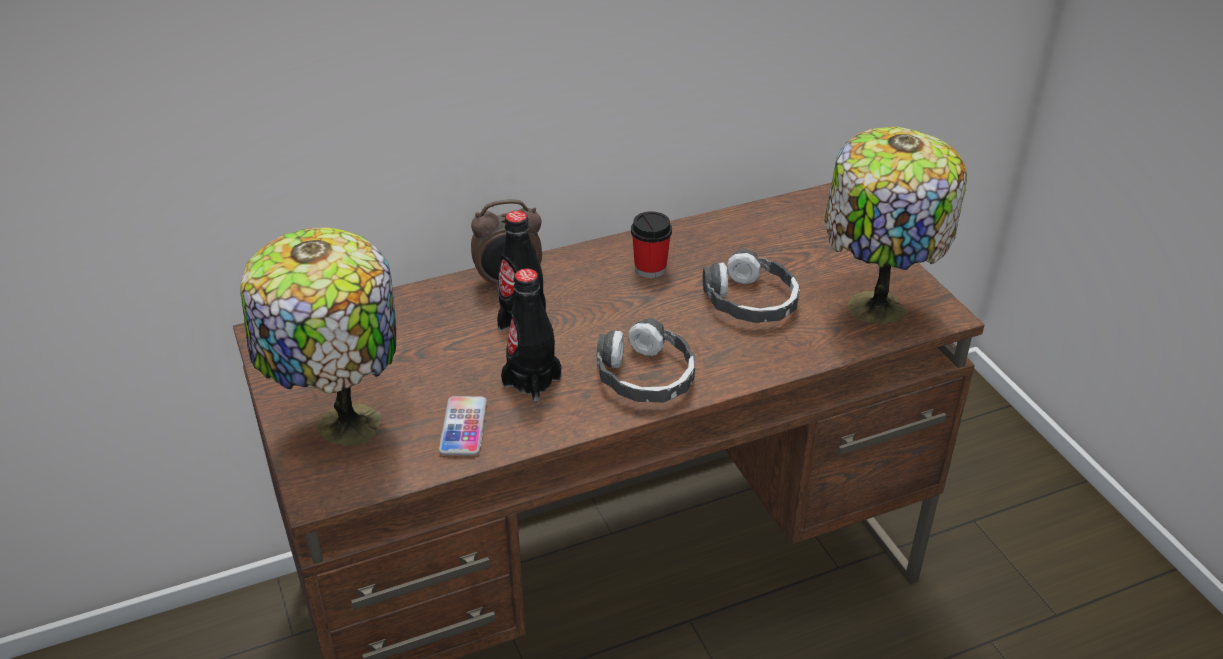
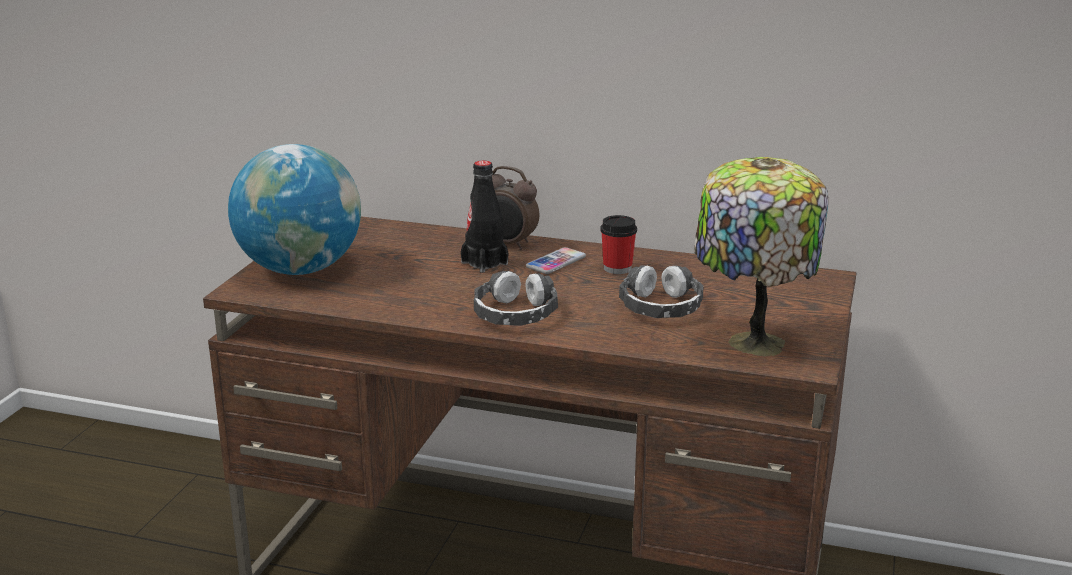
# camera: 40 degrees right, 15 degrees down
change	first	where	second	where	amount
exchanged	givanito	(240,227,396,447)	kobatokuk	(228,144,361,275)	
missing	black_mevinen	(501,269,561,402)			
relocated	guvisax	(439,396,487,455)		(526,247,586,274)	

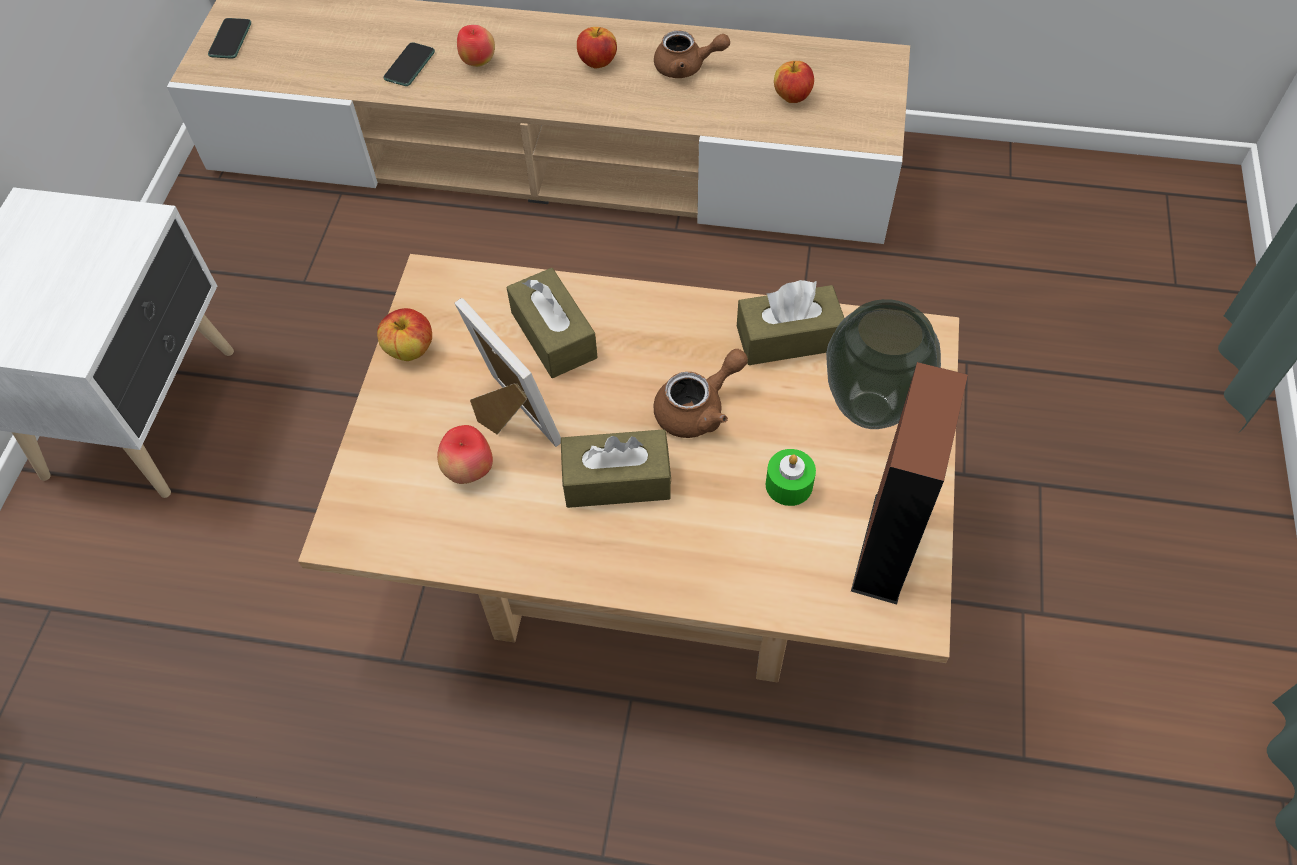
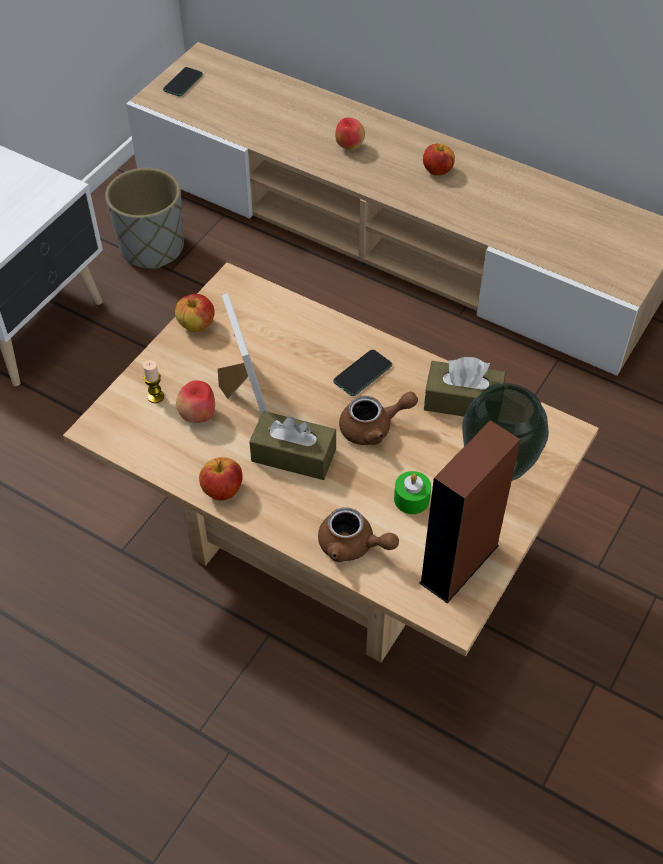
# camera: 20 degrees right, 5 degrees down
change	first	where	second	where	amount
relocated	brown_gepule	(654,31,730,78)		(318,507,399,562)	
relocated	guvisax	(383,42,435,86)		(333,350,392,396)	
relocated	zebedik	(774,61,814,103)		(199,457,243,500)	
missing	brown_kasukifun	(507,268,597,378)			
appeared			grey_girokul	(105,168,184,270)	
appeared			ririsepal	(143,360,164,403)	

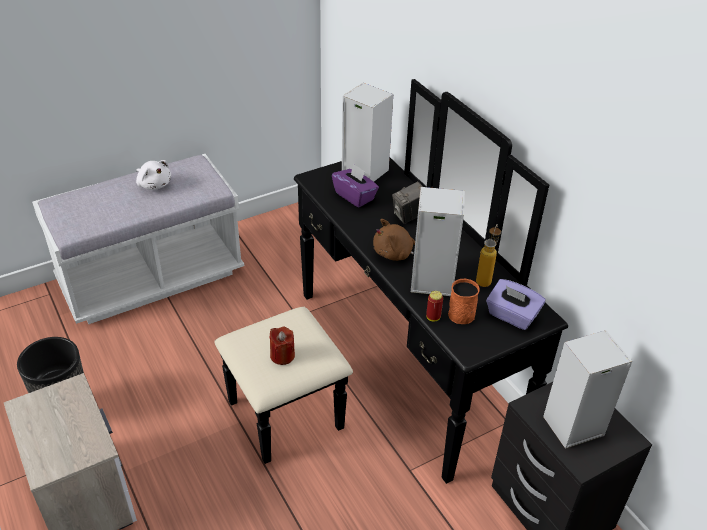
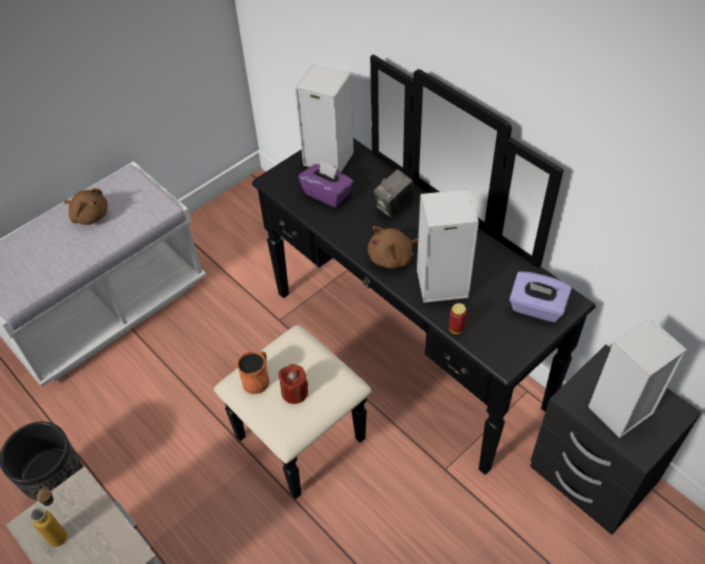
# camera: 10 degrees left, 10 degrees up
change	first	where	second	where	amount
colour	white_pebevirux	(136,160,171,190)	brown_pebevirux	(64,188,108,225)	
relocated	mevinen	(476,224,501,287)		(30,486,67,547)	
relocated	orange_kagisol	(448,279,480,324)		(237,351,269,394)	

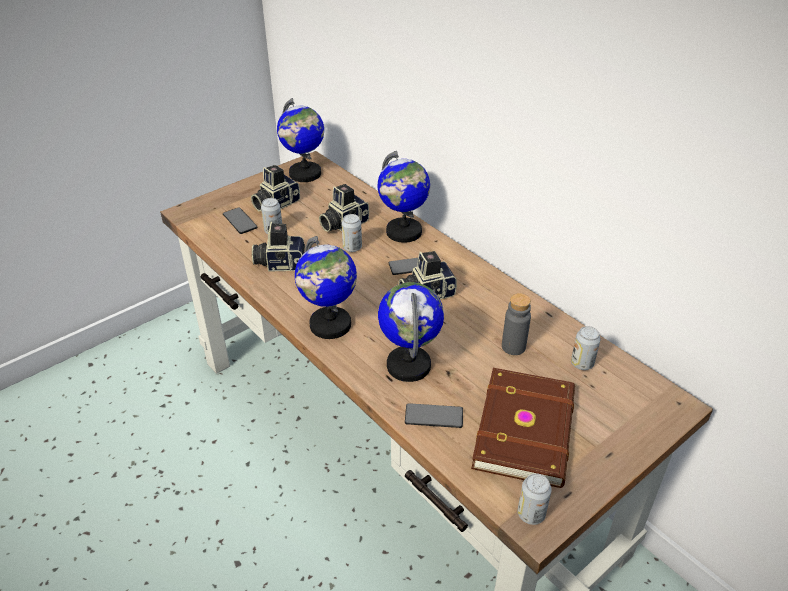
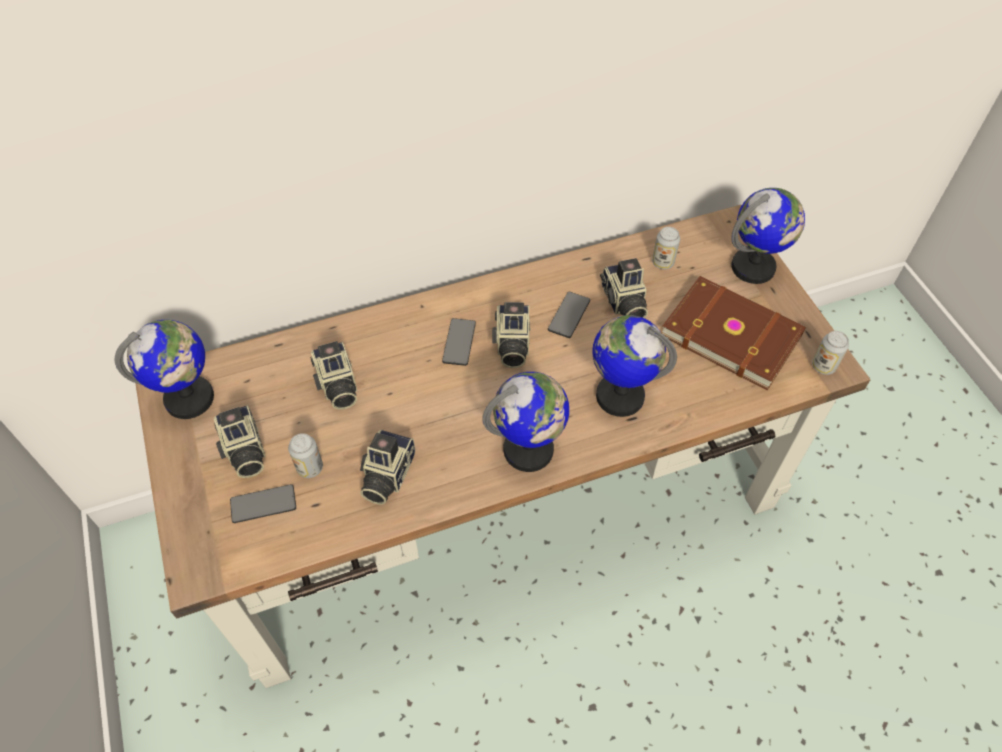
# camera: 70 degrees left, 15 degrees up
change	first	where	second	where	amount
relocated	kobatokuk	(378,151,430,243)		(731,188,805,284)	
missing	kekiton	(342,214,362,252)			
exchanged	grey_mevinen	(502,293,531,355)	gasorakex	(600,258,648,318)	
relocated	guvisax	(405,403,463,428)		(548,292,590,338)	

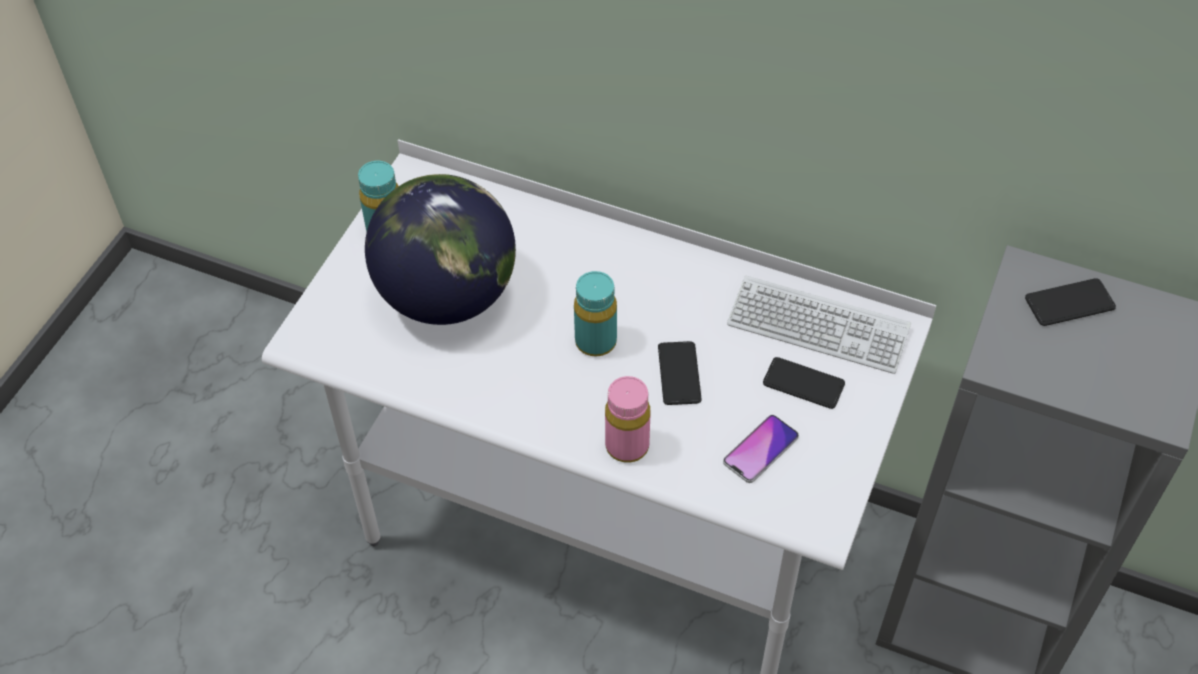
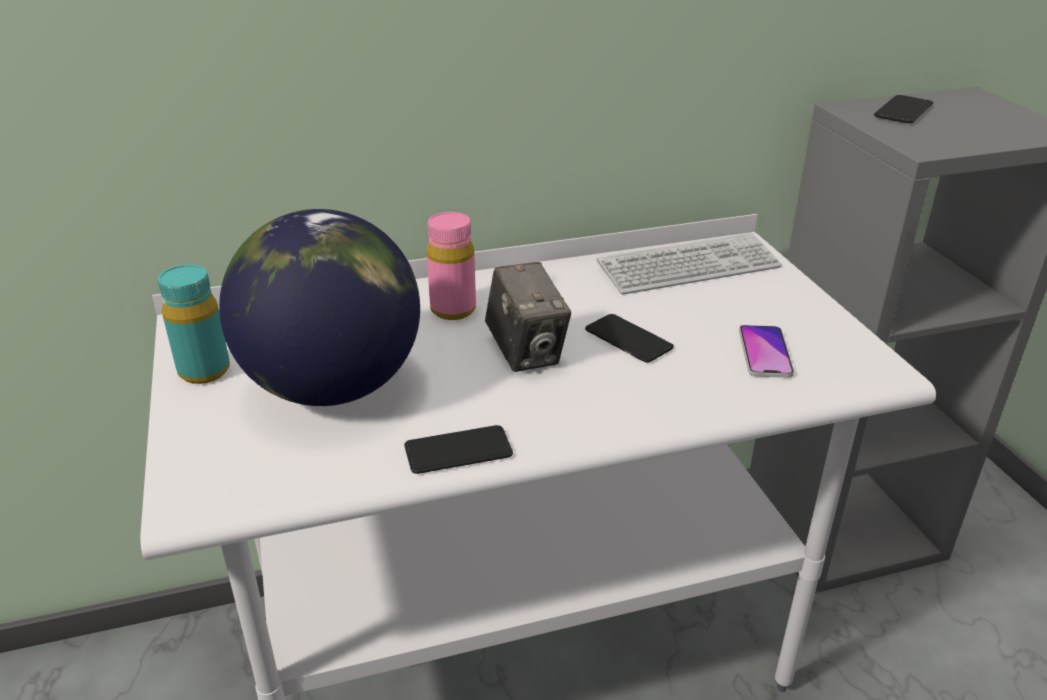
# camera: 40 degrees left, 20 degrees down
change	first	where	second	where	amount
exchanged	turquoise_mevinen	(574,271,617,357)	gasorakex	(485,262,571,372)	
relocated	guvisax	(763,357,845,409)		(404,425,513,474)	
relocated	pink_mevinen	(605,376,650,463)		(427,212,476,320)	

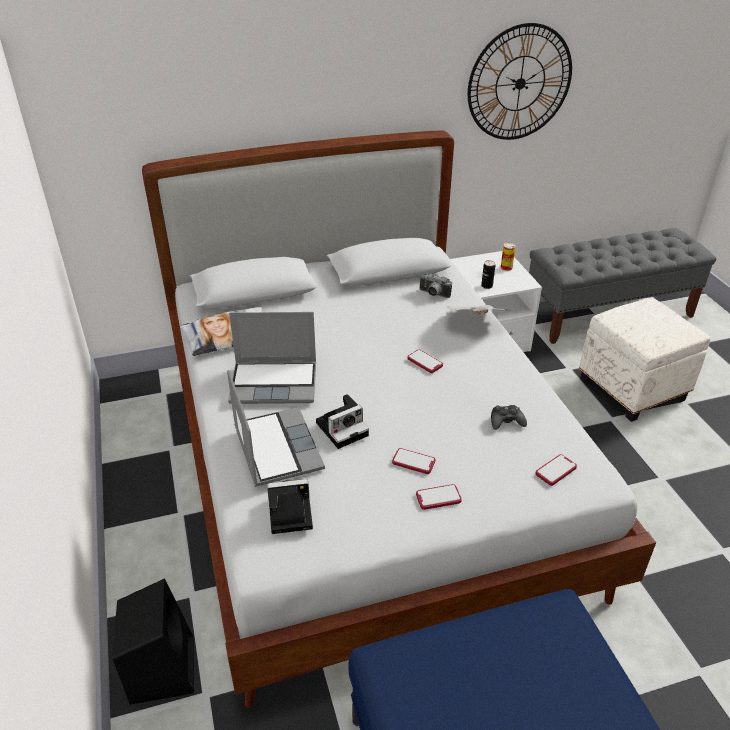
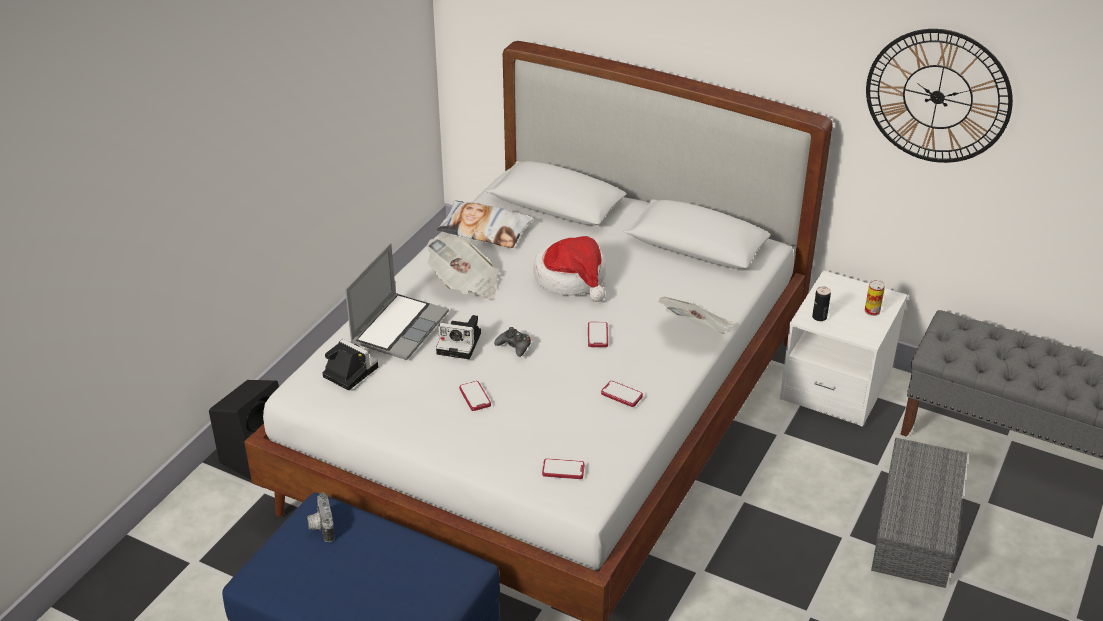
# camera: 45 degrees right, 0 degrees up
change	first	where	second	where	amount
relocated	gasorakex	(419,271,452,298)		(307,492,334,542)	
exchanged	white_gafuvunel	(579,298,710,422)	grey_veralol	(871,437,967,588)	
exchanged	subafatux	(228,312,316,404)	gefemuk	(427,236,499,299)	
relocated	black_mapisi	(491,405,527,430)		(494,327,531,357)	
relocated	guvisax	(416,484,462,510)		(601,381,643,407)	
appeared			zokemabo	(534,236,606,302)	

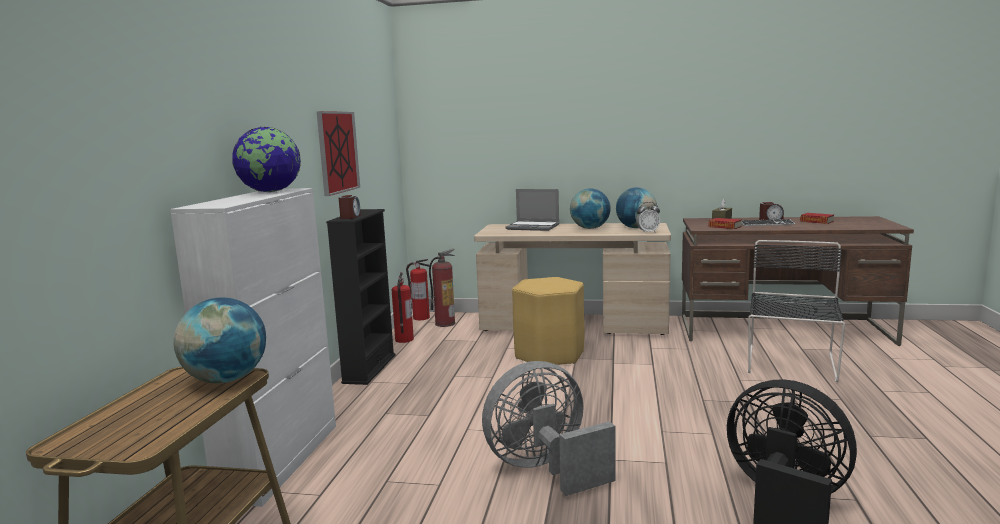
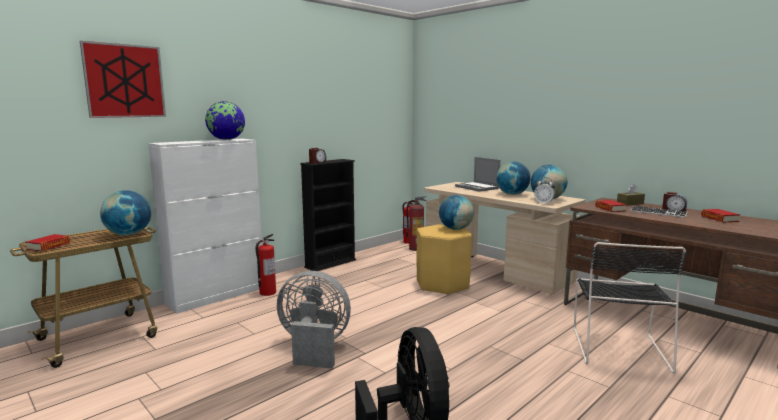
# camera: 35 degrees right, 0 degrees up
change	first	where	second	where	amount
relocated	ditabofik	(317,111,360,196)		(80,41,166,118)	
spun	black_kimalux	(748,240,845,382)		(574,242,686,374)	135 degrees clockwise
relocated	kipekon	(391,272,414,343)		(255,234,276,296)	
appeared			kobatokuk	(439,195,474,230)	
appeared			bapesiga	(26,234,70,251)	

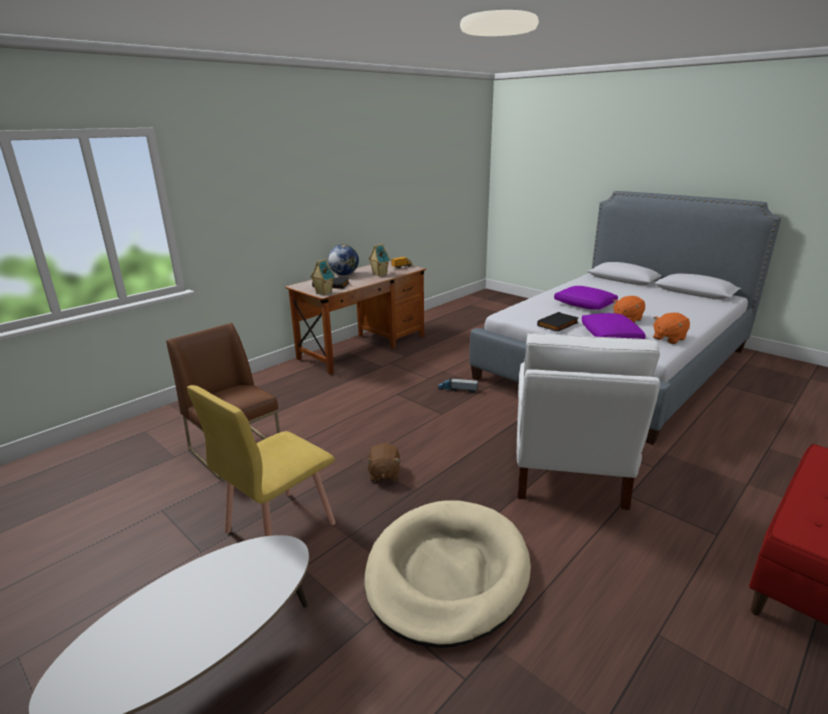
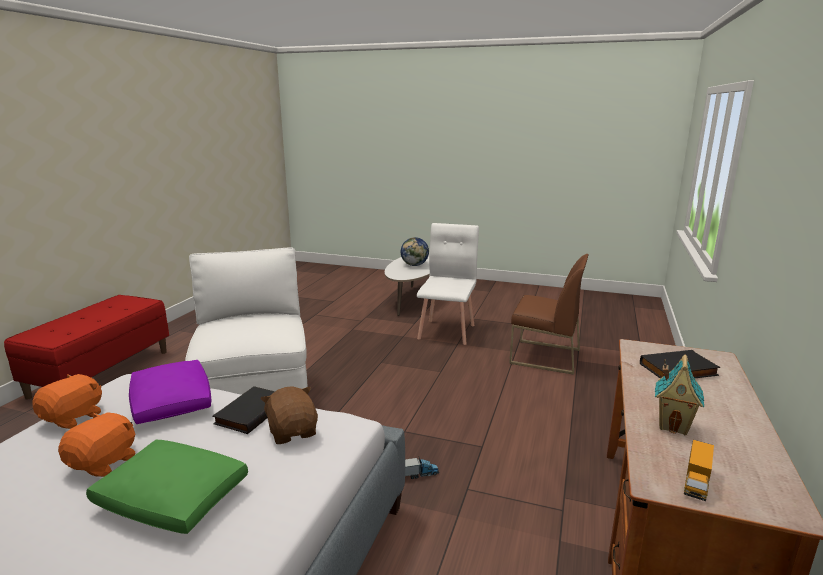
# camera: 155 degrees right, 5 degrees down
change	first	where	second	where	amount
relocated	kobatokuk	(328,244,359,275)		(401,237,429,266)	
missing	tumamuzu	(310,259,335,295)			
colour	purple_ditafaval	(554,286,618,310)	green_ditafaval	(86,440,248,534)	
colour	yellow_kimalux	(187,385,335,536)	white_kimalux	(417,223,479,345)	
relocated	brown_pebevirux	(366,443,401,482)		(261,386,318,444)	
missing	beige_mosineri	(364,501,531,648)			

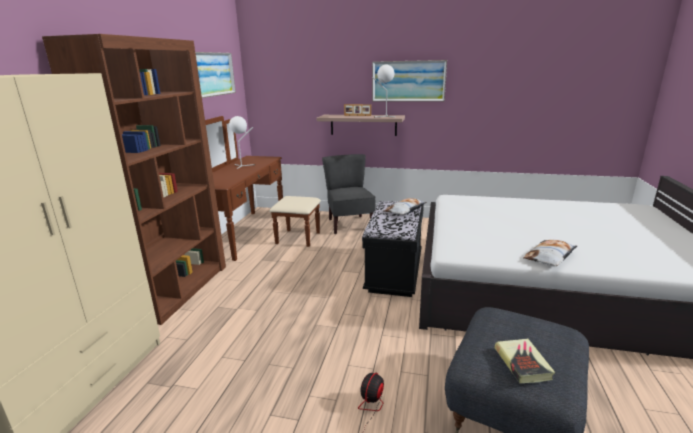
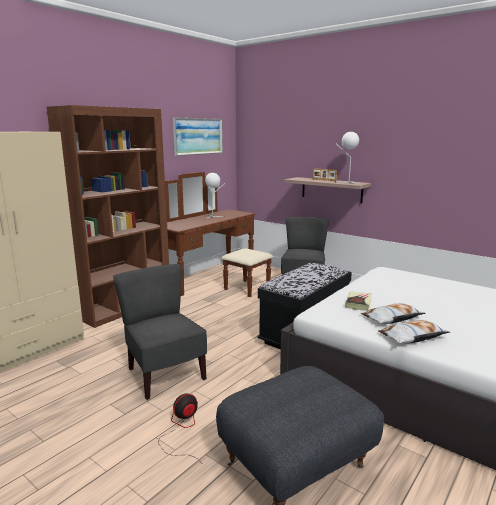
# camera: 25 degrees right, 5 degrees down
change	first	where	second	where	amount
missing	ditabofik	(372,60,447,102)			
relocated	ditafaval	(383,198,427,215)		(361,303,426,324)	
relocated	bapesiga	(495,339,555,383)		(345,291,372,311)	
appeared			grey_kimalux	(113,264,207,400)	

